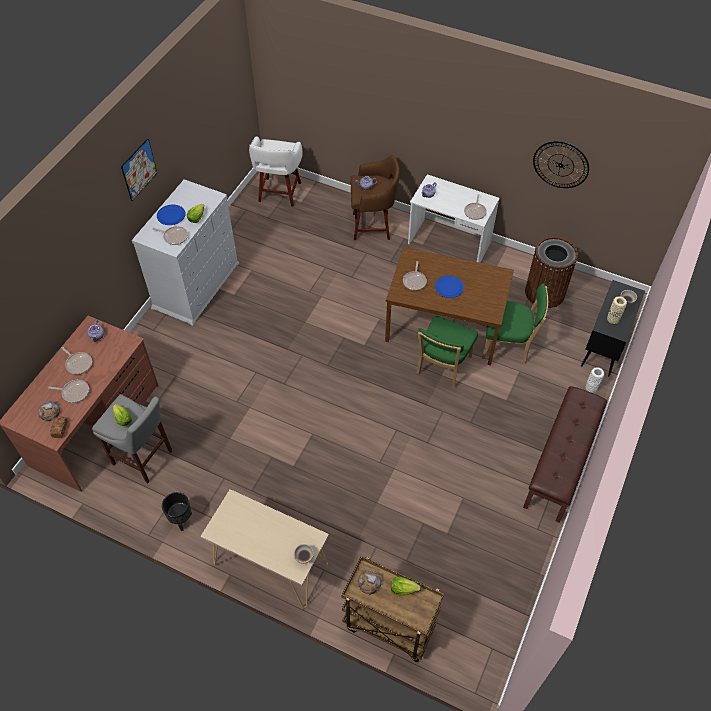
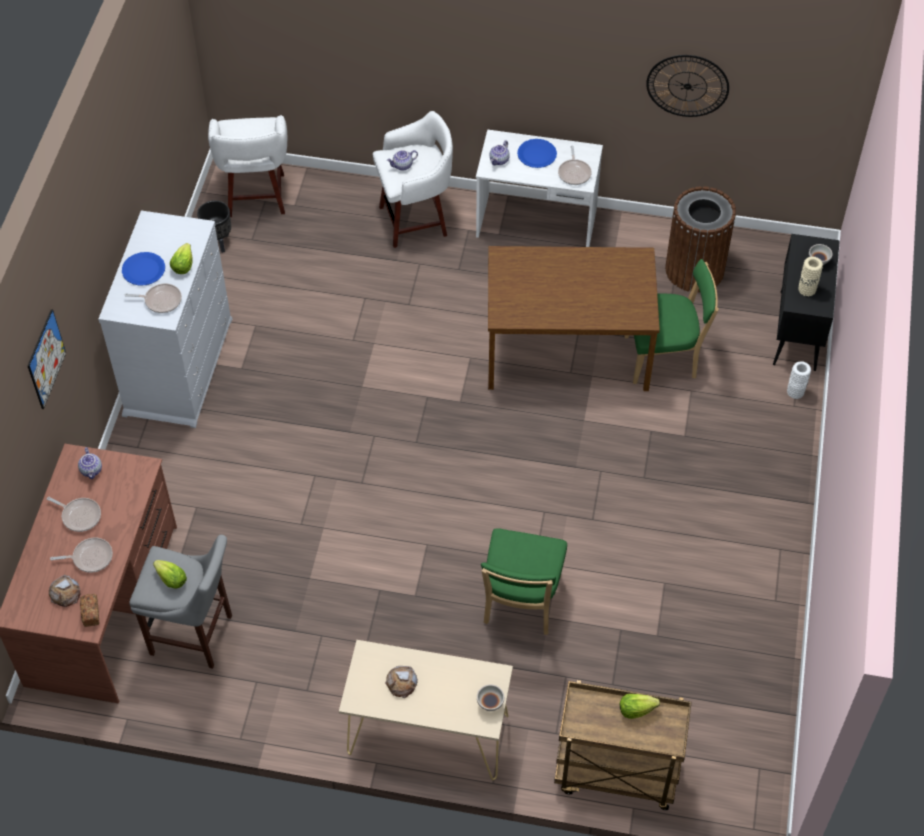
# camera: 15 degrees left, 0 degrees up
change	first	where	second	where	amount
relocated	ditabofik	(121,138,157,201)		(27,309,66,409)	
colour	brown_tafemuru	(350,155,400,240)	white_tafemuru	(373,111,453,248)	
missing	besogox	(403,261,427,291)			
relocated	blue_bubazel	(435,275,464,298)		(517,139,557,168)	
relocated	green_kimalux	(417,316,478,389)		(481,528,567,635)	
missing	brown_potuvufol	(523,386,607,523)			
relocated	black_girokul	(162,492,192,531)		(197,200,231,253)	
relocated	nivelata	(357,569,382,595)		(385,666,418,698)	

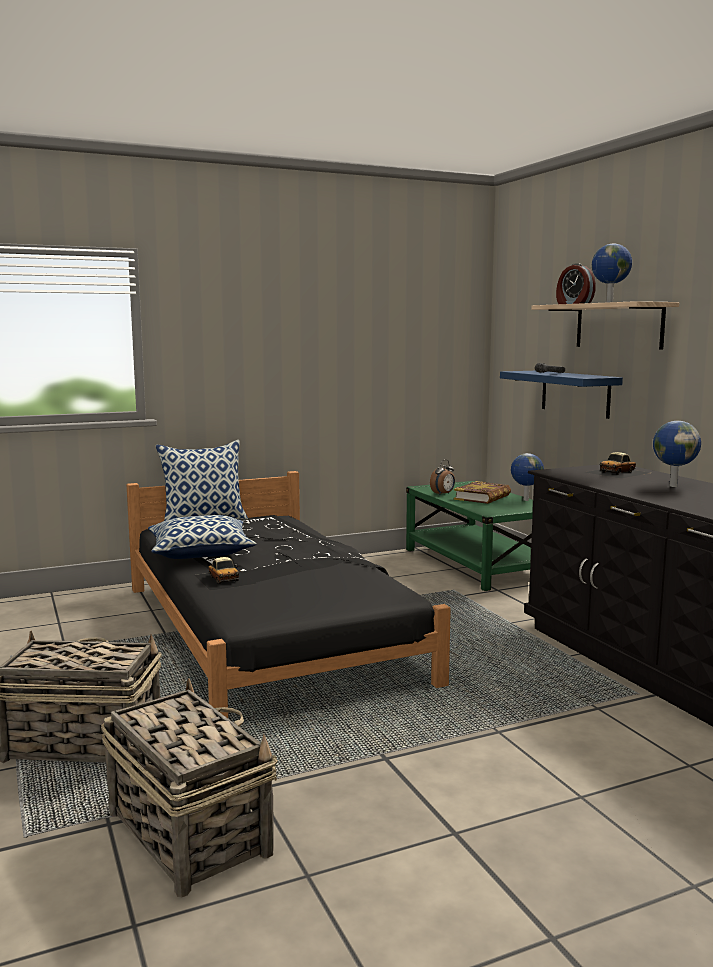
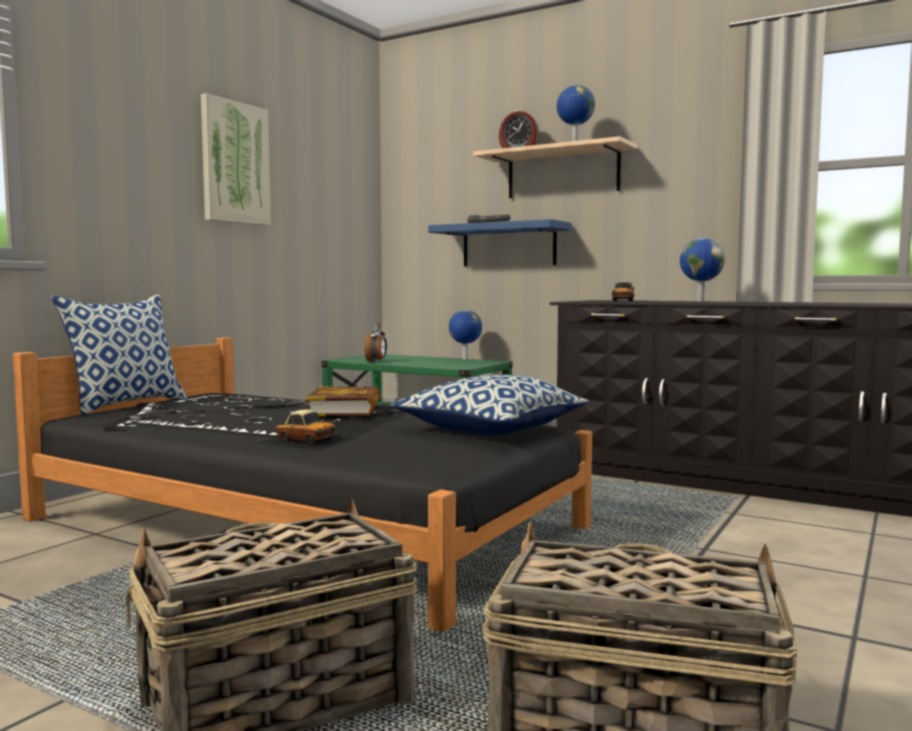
# camera: 35 degrees left, 5 degrees down
change	first	where	second	where	amount
relocated	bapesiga	(454,481,511,504)		(306,386,381,416)	
relocated	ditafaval	(148,515,257,559)		(391,375,589,435)	
appeared			ditabofik	(201,93,271,226)	

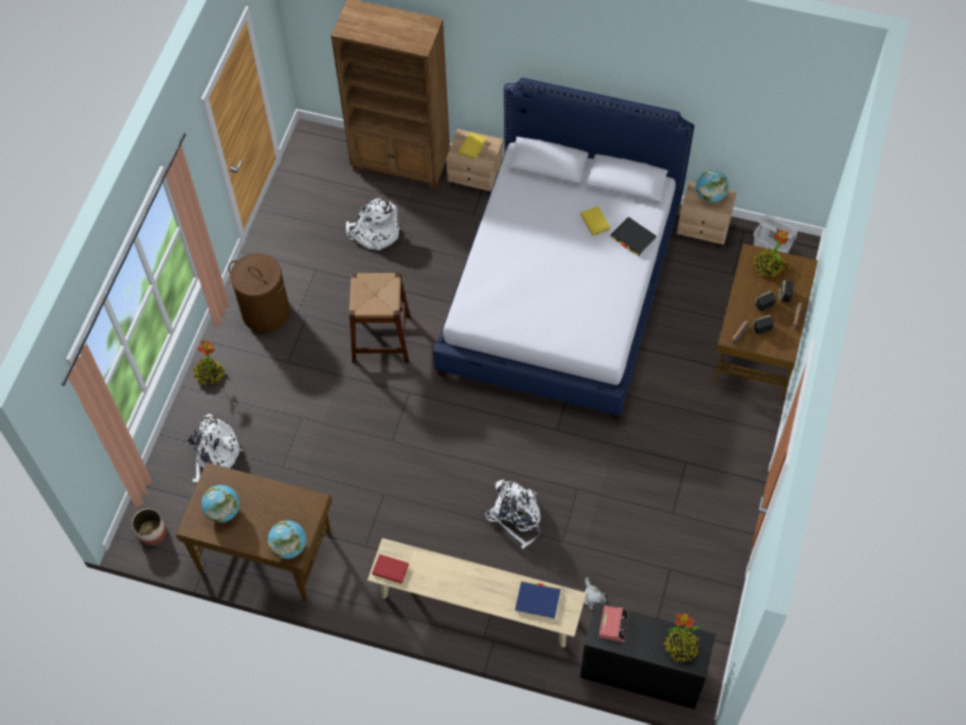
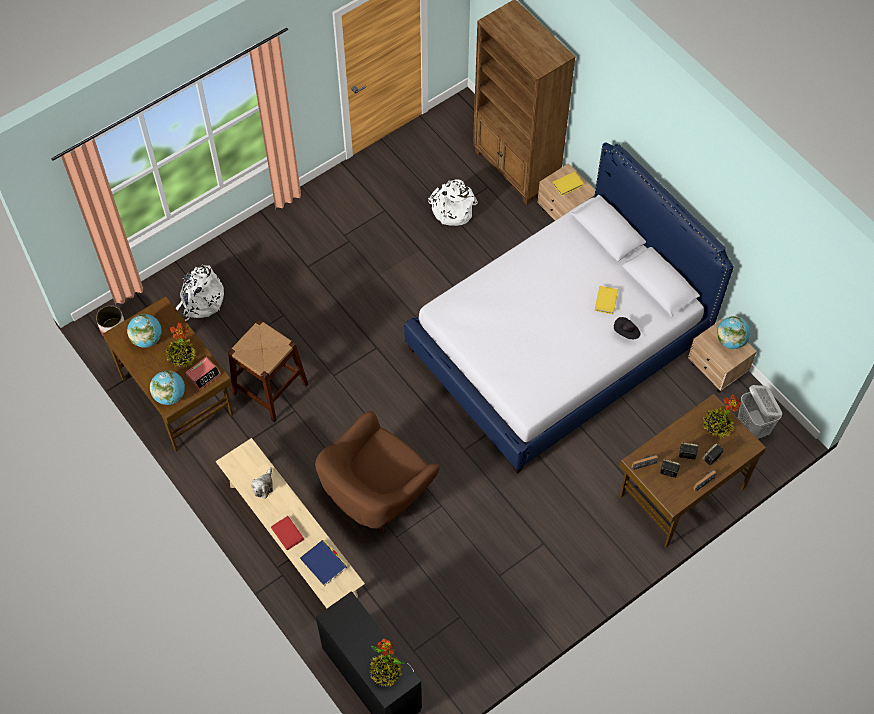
# camera: 35 degrees right, 0 degrees up
change	first	where	second	where	amount
exchanged	black_bapesiga	(610,217,657,256)	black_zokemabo	(614,317,640,339)	
missing	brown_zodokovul	(228,253,290,333)			
relocated	brown_tafemuru	(349,273,410,363)		(228,319,308,422)	
relocated	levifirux	(193,340,225,385)		(165,323,196,368)	
exchanged	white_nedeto	(485,480,541,549)	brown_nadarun	(315,411,440,534)	
relocated	red_bapesiga	(372,554,409,584)		(271,516,304,550)	
relocated	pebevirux	(584,577,607,611)		(251,467,273,499)	
relocated	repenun	(599,605,629,642)		(185,357,221,390)	

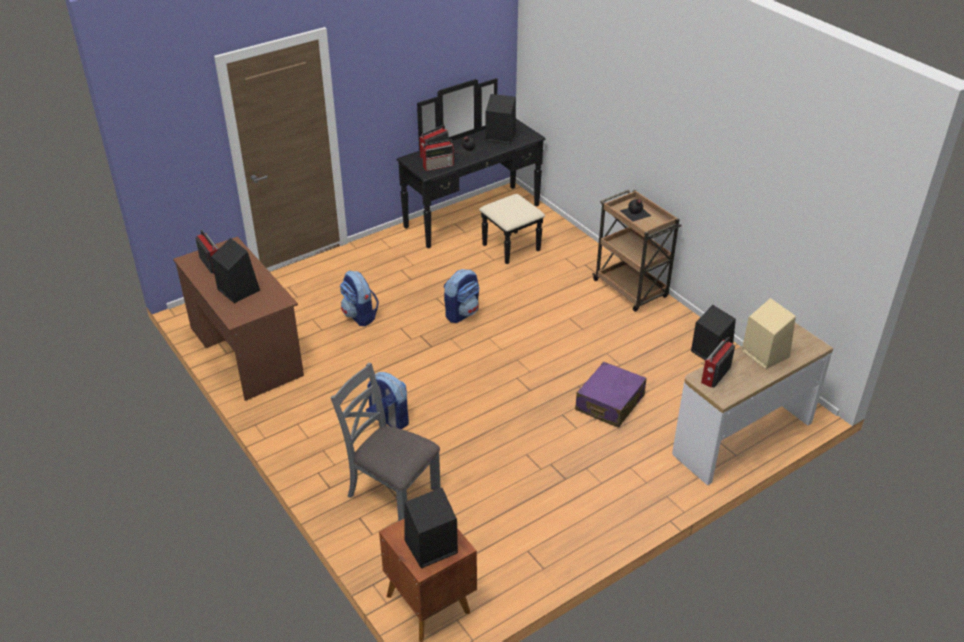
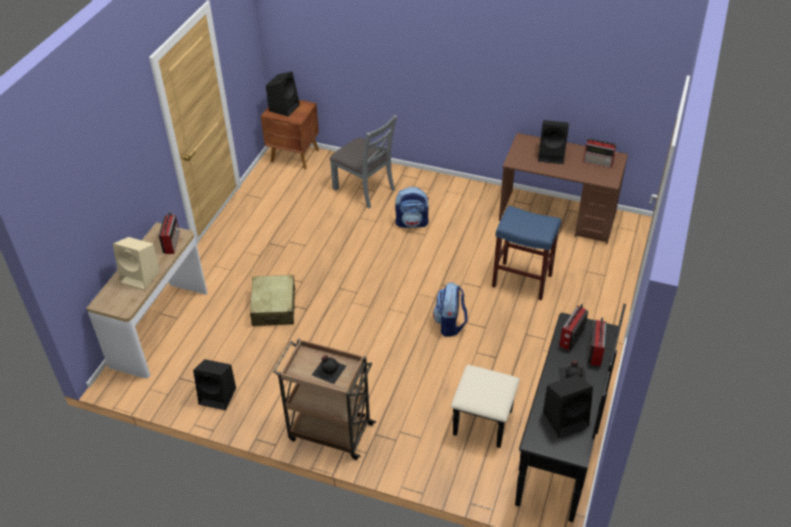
# camera: 145 degrees right, 5 degrees up
change	first	where	second	where	amount
exchanged	nedeto	(340,270,379,326)	blue_tafemuru	(492,206,561,300)	
colour	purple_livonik	(575,362,647,428)	beige_livonik	(250,275,295,326)	
spun	grey_kimalux	(331,363,441,521)		(330,115,397,209)	45 degrees clockwise

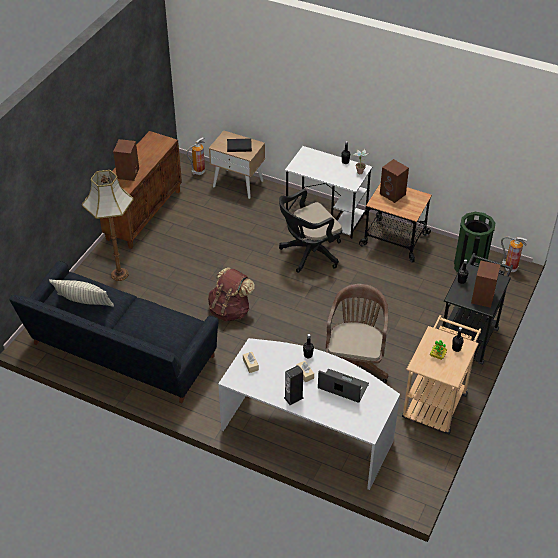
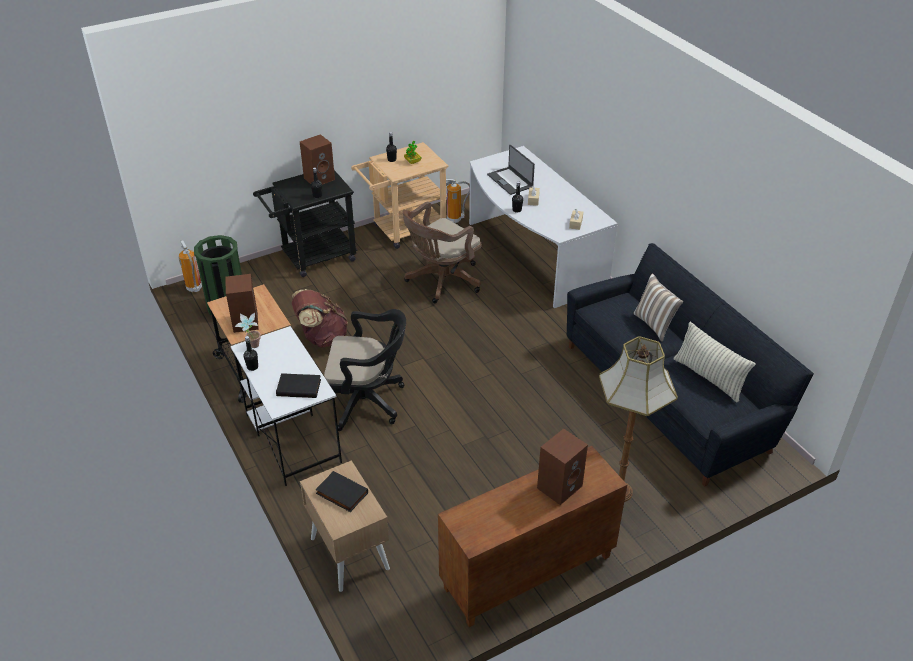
# camera: 145 degrees left, 5 degrees down
change	first	where	second	where	amount
relocated	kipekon	(186,137,205,175)		(446,179,470,223)	
relocated	brown_nedeto	(208,267,255,321)		(291,289,348,347)	
missing	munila	(284,365,304,405)			
appeared			ditafaval	(633,273,683,342)	
appeared			black_bapesiga	(276,373,321,398)	

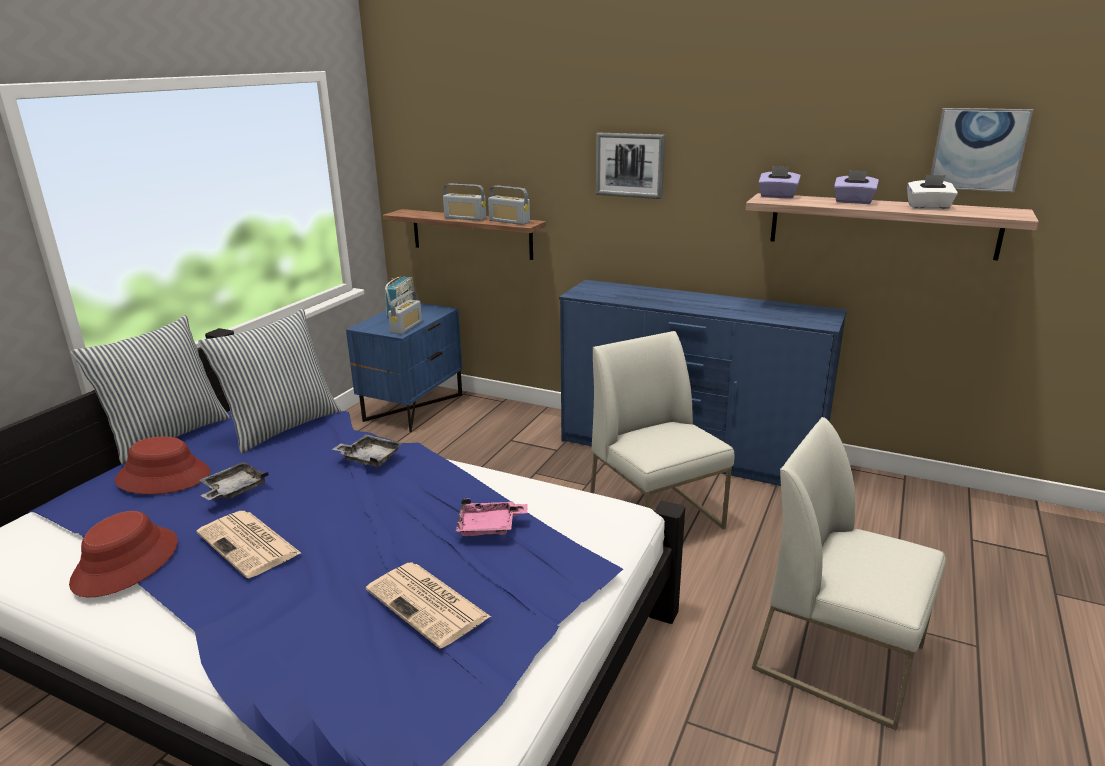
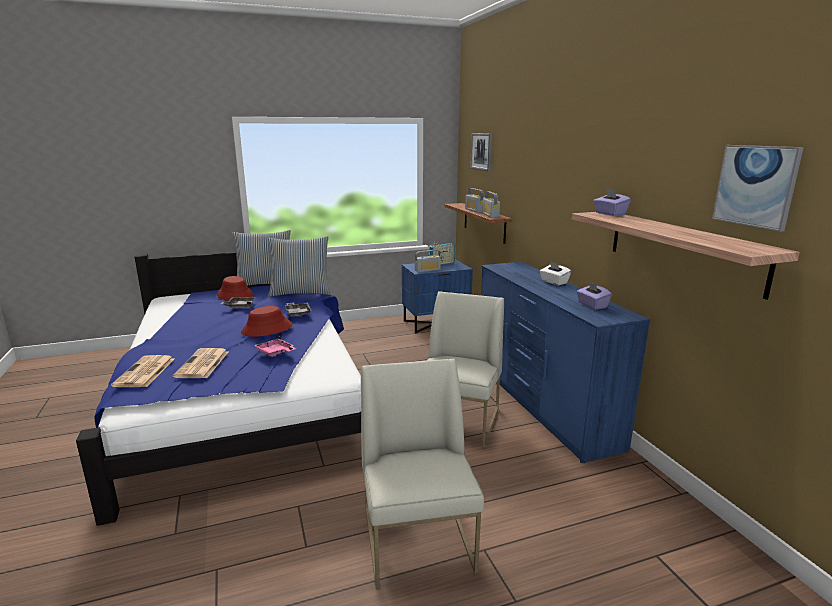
# camera: 45 degrees right, 5 degrees down
change	first	where	second	where	amount
relocated	ditabofik	(596,133,665,199)		(470,133,492,172)	
relocated	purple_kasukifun	(834,170,879,204)		(576,281,612,310)	
relocated	white_kasukifun	(907,175,958,210)		(540,262,571,285)	
relocated	red_zokemabo	(69,511,178,597)		(241,306,293,337)	
relocated	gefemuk	(196,511,301,578)		(111,355,174,387)	

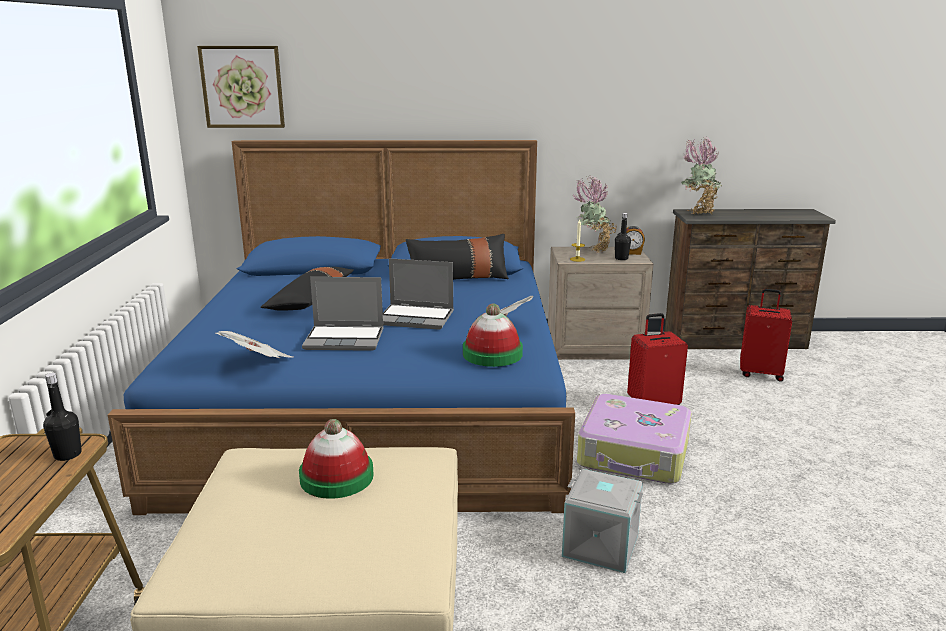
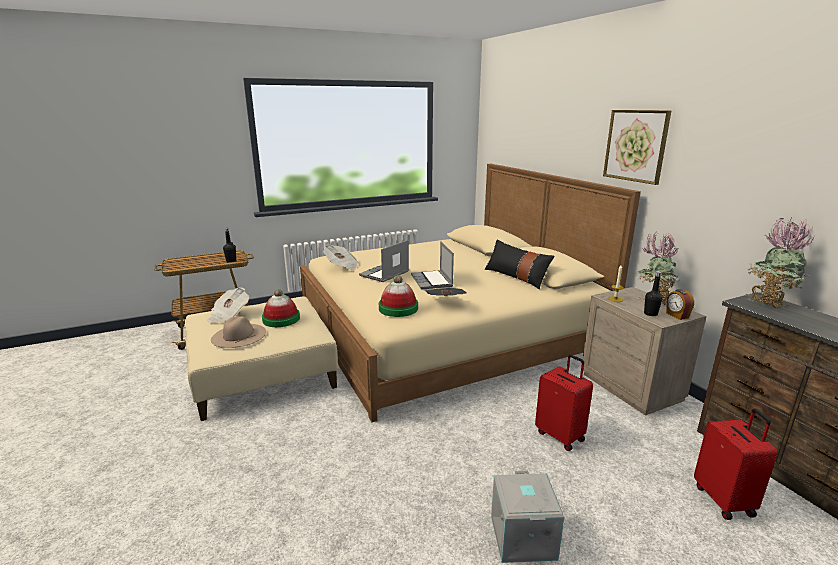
# camera: 65 degrees right, 0 degrees up
change	first	where	second	where	amount
relocated	ditabofik	(197,46,285,128)		(603,110,671,185)	
colour	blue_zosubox	(108,140,575,515)	beige_zosubox	(300,164,641,422)	
missing	black_ditafaval	(260,267,354,311)			
spun	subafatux	(302,277,384,351)		(359,240,409,282)	60 degrees clockwise
missing	livonik	(577,394,692,484)			
relocated	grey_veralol	(562,469,643,573)		(491,471,564,563)	
appeared			gefemuk	(207,287,249,323)	
appeared			beige_zokemabo	(211,316,266,348)	

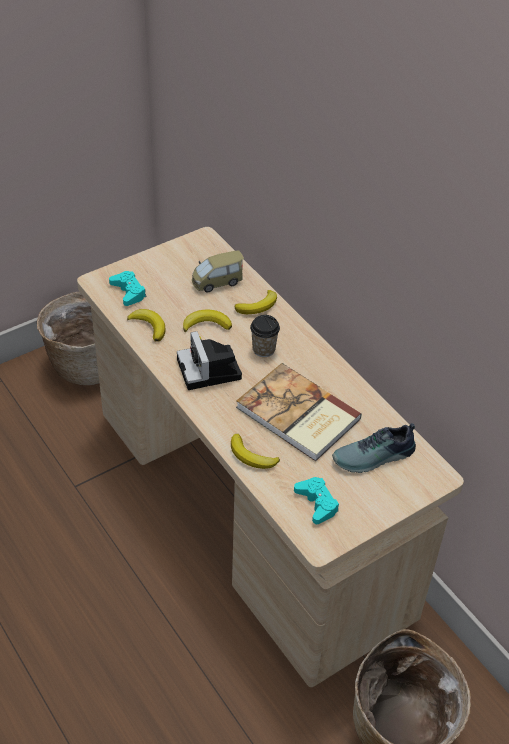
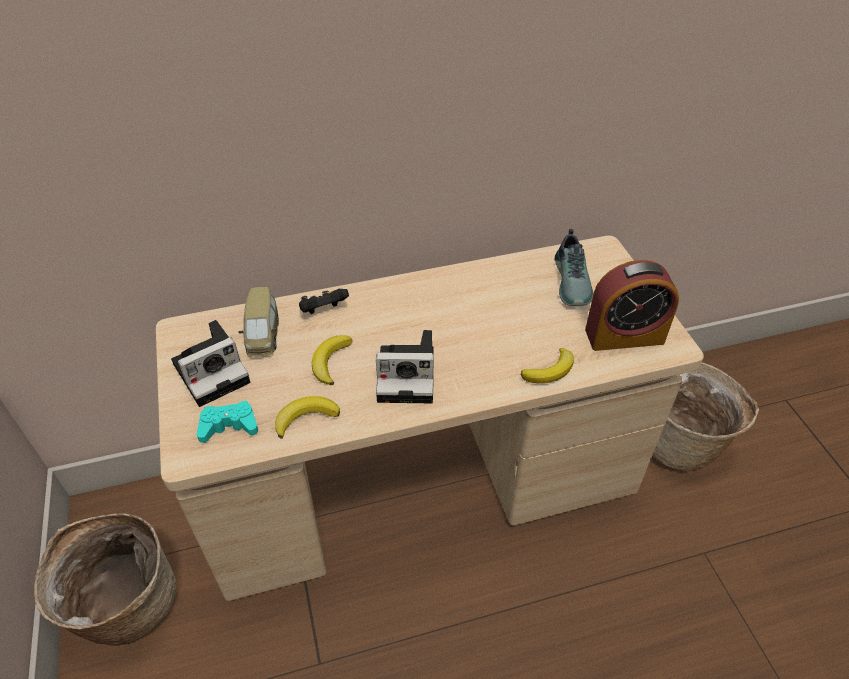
# camera: 70 degrees left, 0 degrees up
change	first	where	second	where	amount
exchanged	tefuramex	(235,290,277,314)	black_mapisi	(299,289,349,314)	
missing	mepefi	(250,315,280,357)			
missing	bapesiga	(236,363,362,461)			
exchanged	turquoise_mapisi	(294,477,339,524)	repenun	(585,260,679,351)	
appeared			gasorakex	(171,320,250,407)	

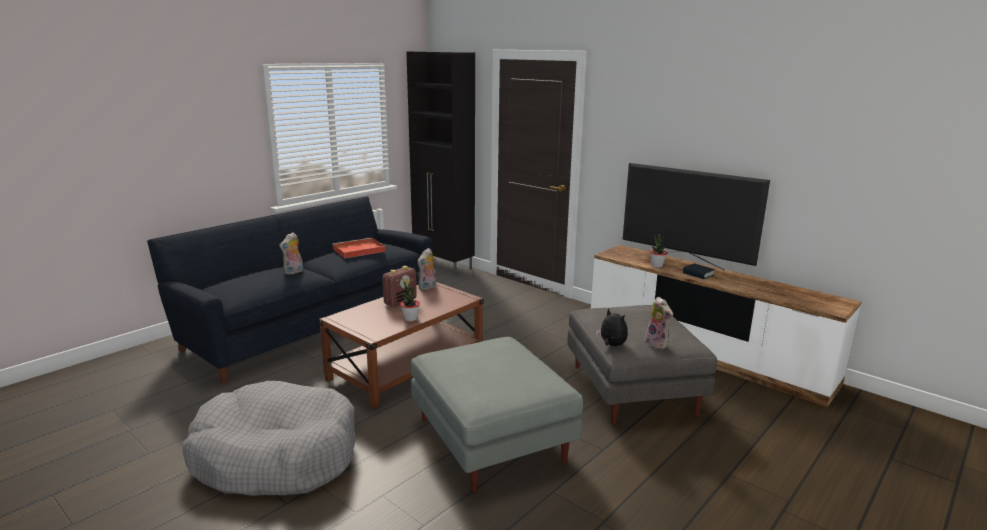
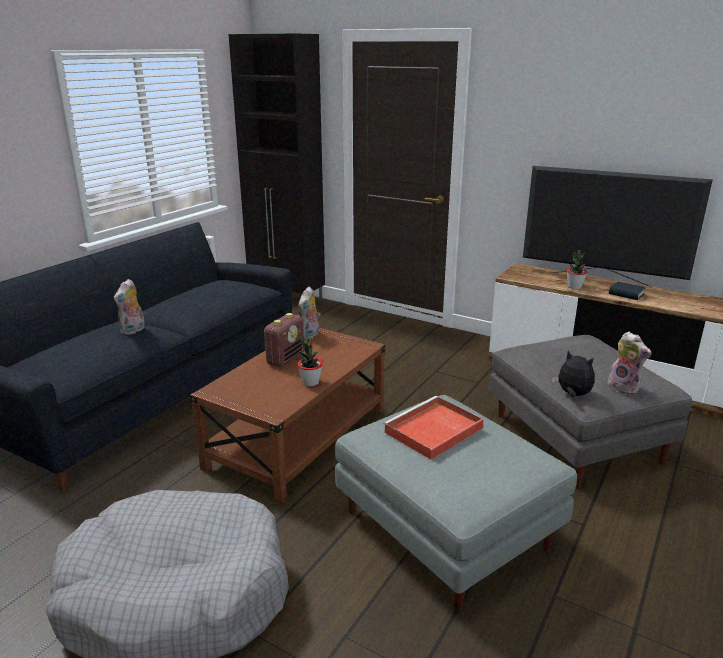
# camera: 10 degrees left, 5 degrees up
change	first	where	second	where	amount
relocated	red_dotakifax	(332,238,385,258)		(383,396,484,460)	

